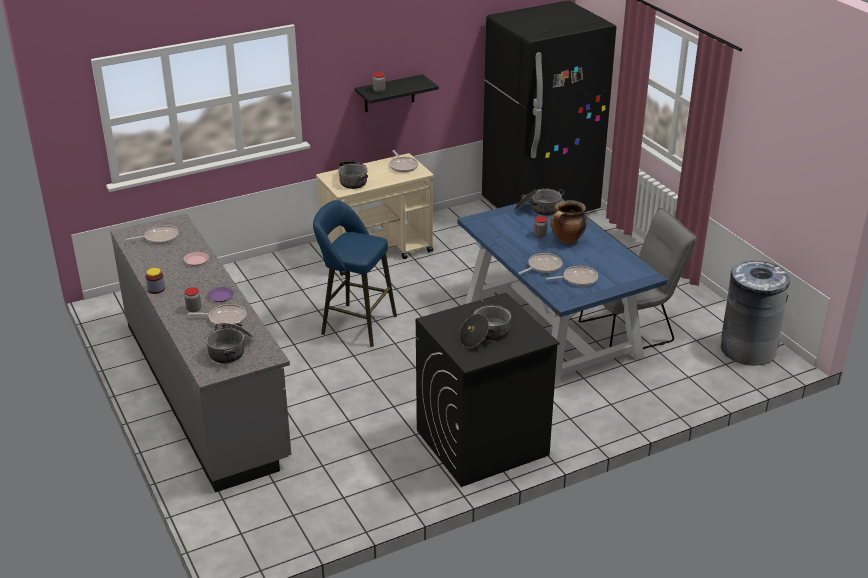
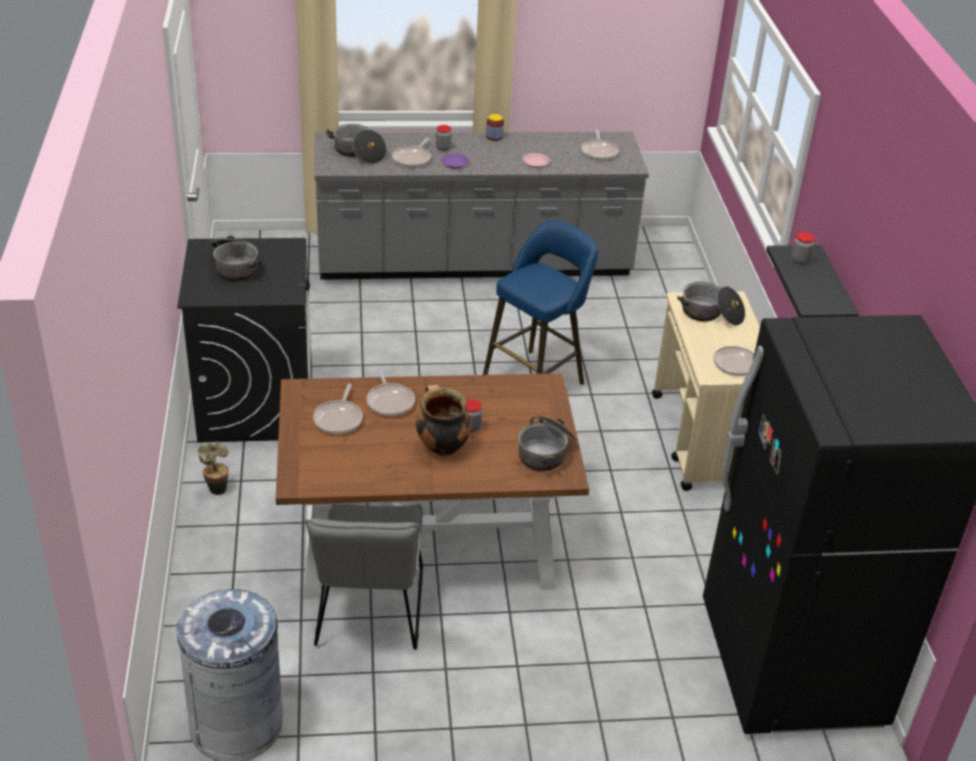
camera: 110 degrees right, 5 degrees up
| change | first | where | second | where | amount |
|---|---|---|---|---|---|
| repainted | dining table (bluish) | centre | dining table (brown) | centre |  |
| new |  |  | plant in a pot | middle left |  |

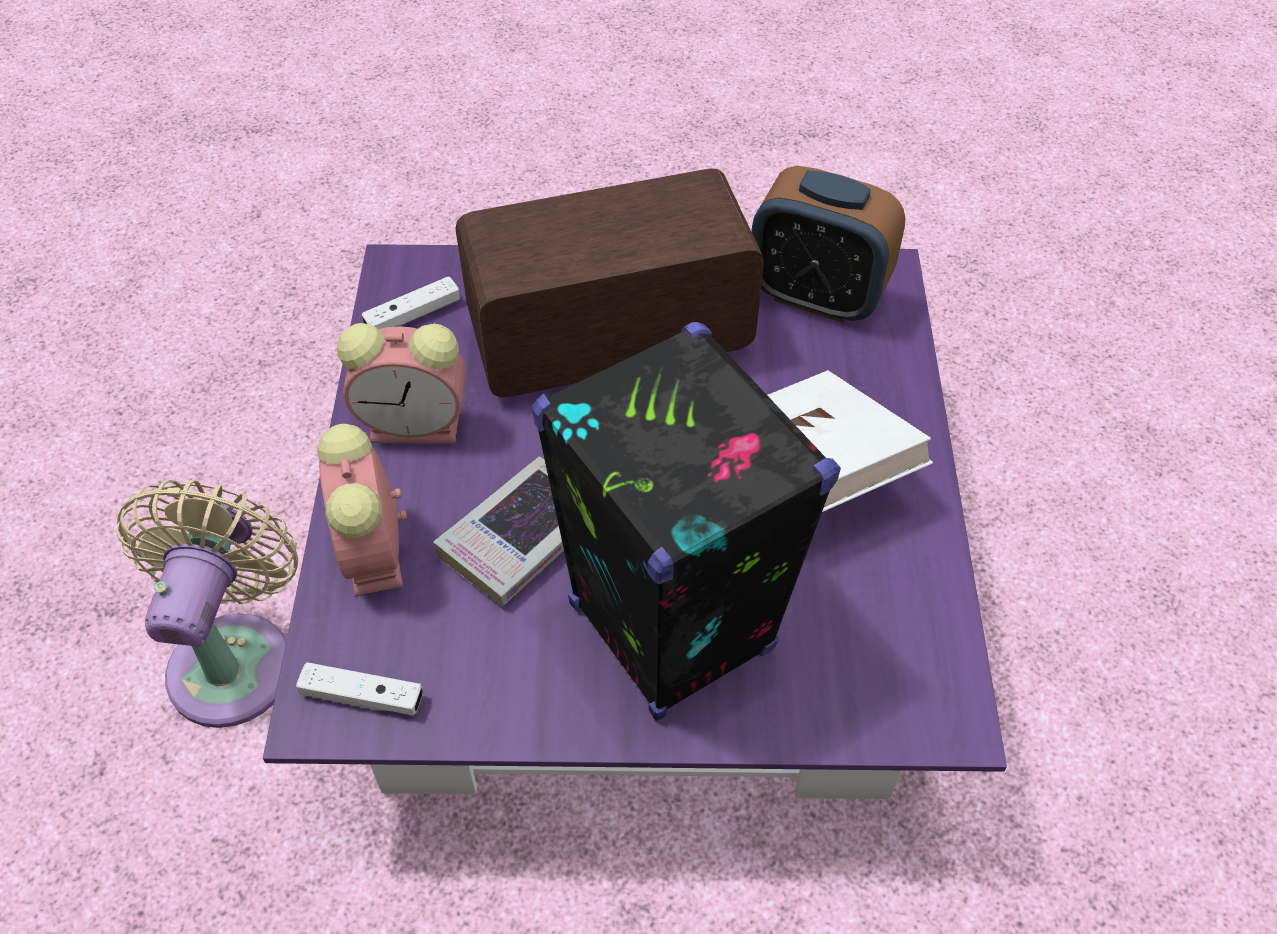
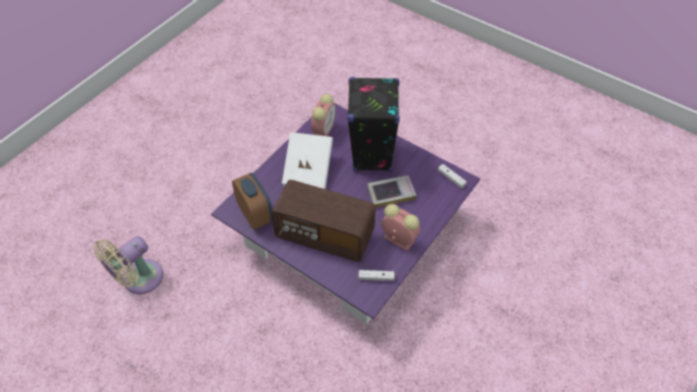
camera: 145 degrees left, 0 degrees up
| change | first | where | second | where | amount |
|---|---|---|---|---|---|
| shifted | table clock (no. 1 from left in the first image) | middle left | table clock (no. 2 from left) | top centre |  |
| shifted | electric fan (beige) | middle left |  | bottom left |  |

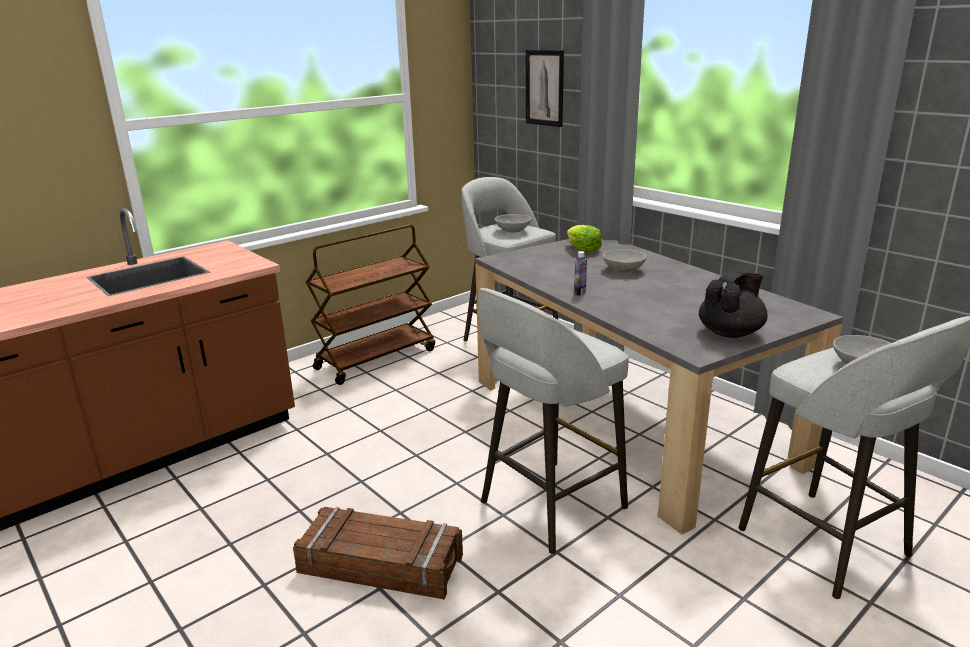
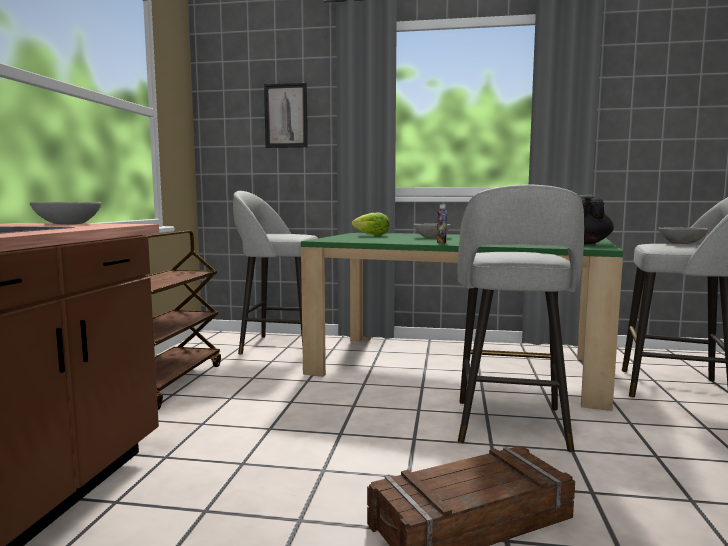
camera: 40 degrees left, 15 degrees down
| change | first | where | second | where | amount |
|---|---|---|---|---|---|
| shifted | bowl (greyish) (no. 1 from left) | centre |  | middle left |  |
| repainted | dining table (greyish) | middle right | dining table (greenish) | centre |  |

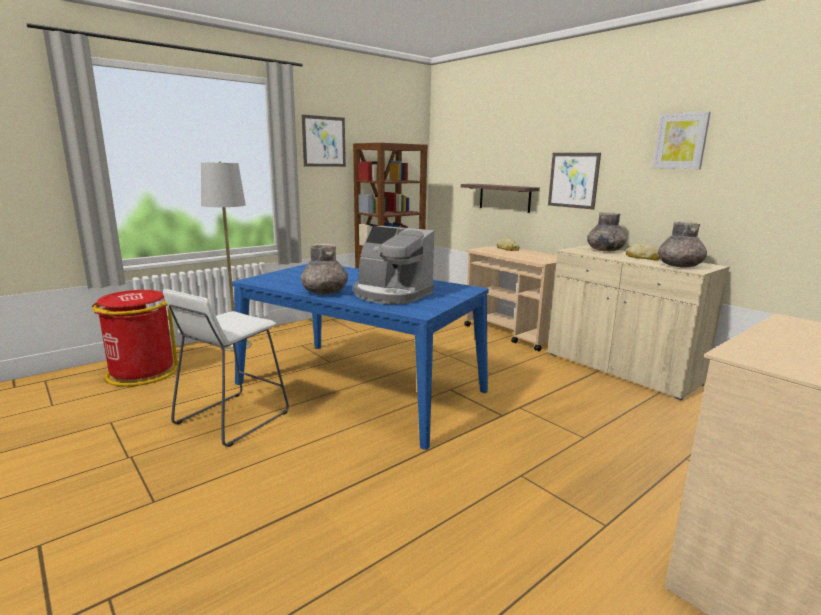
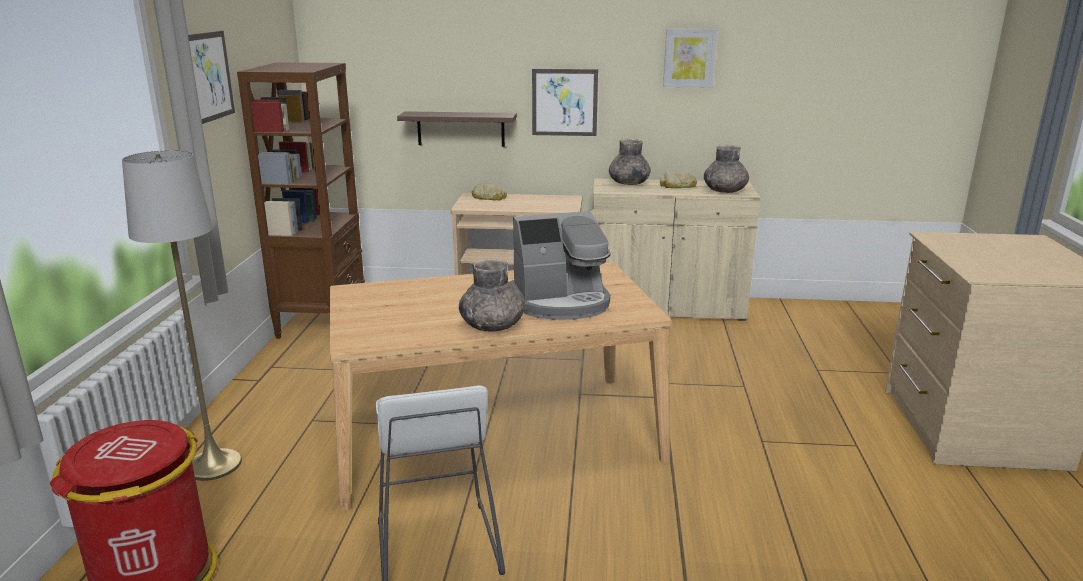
camera: 45 degrees left, 5 degrees up
| change | first | where | second | where | amount |
|---|---|---|---|---|---|
| repainted | dining table (bluish) | centre | dining table (beige) | centre |  |

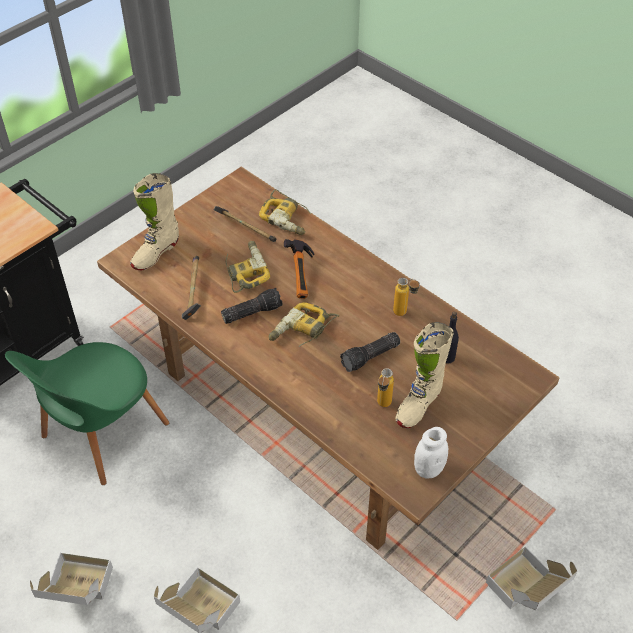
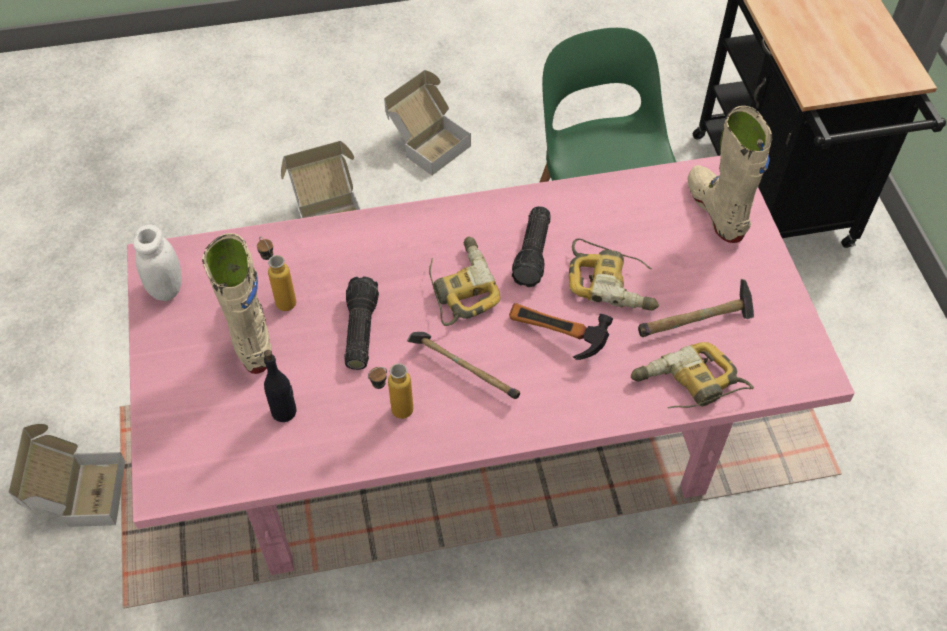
camera: 125 degrees right, 5 degrees up
| change | first | where | second | where | amount |
|---|---|---|---|---|---|
| repainted | dining table (brown) | centre | dining table (pink) | centre |  |
| shifted | hand hammer (no. 1 from left) | middle left |  | centre |  |

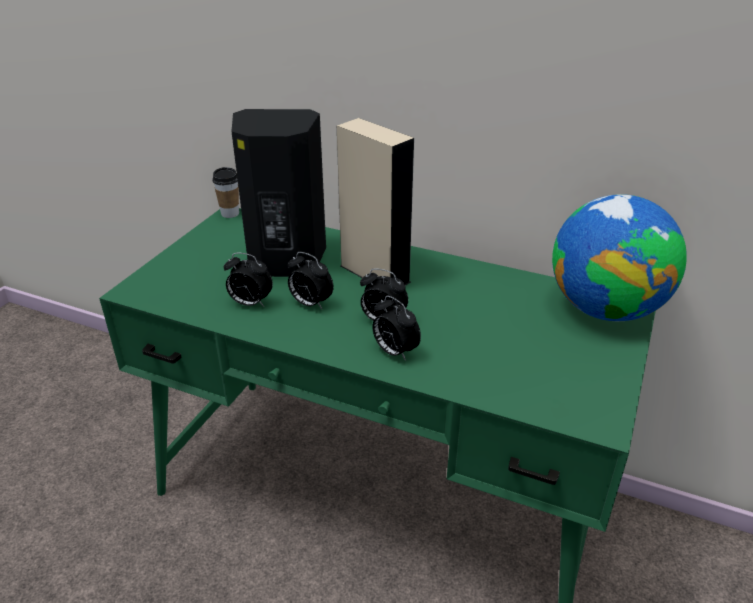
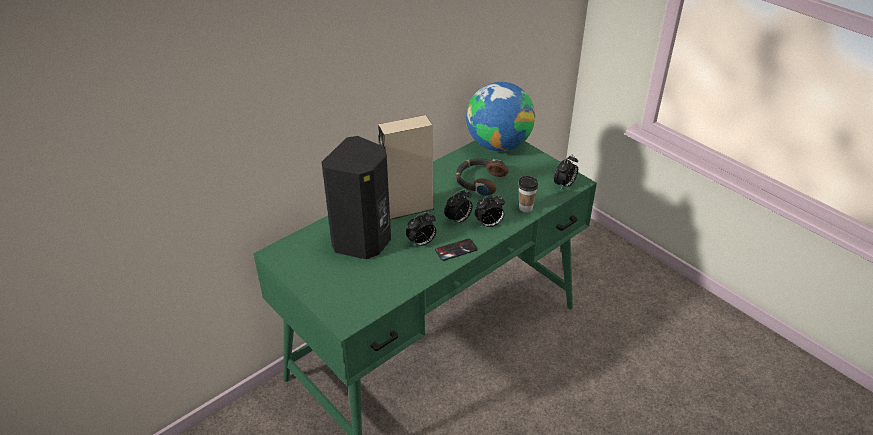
camera: 65 degrees left, 5 degrees up
| change | first | where | second | where | amount |
|---|---|---|---|---|---|
| shifted | cup | top left |  | centre |  |
| shifted | table clock (no. 1 from left in the first image) | middle left | table clock (no. 4 from left) | centre |  |
| new |  |  | headset | centre |  |
| new |  |  | phone | centre |  |

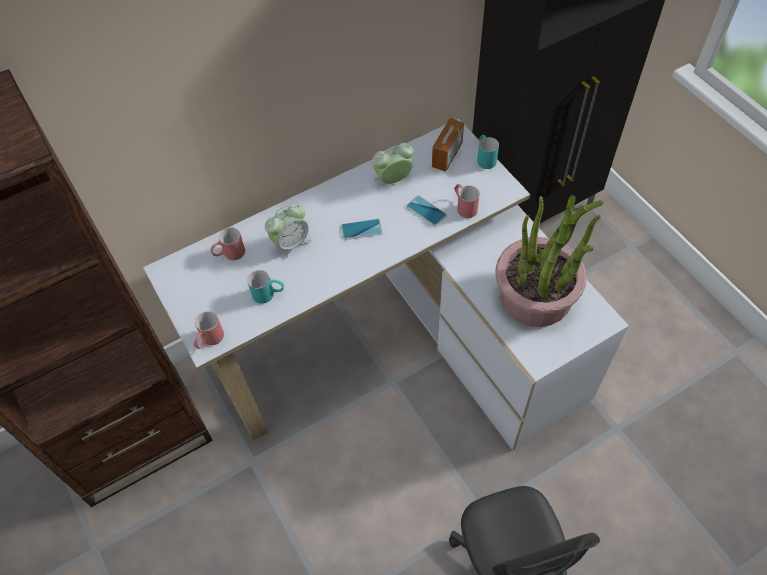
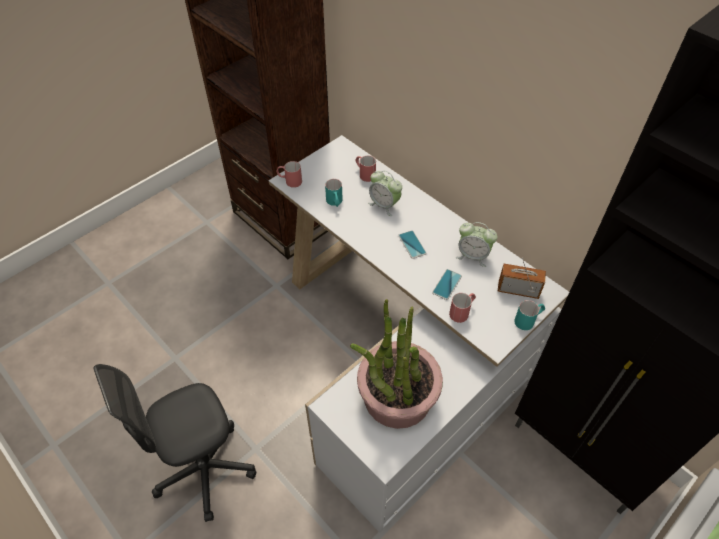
camera: 75 degrees right, 5 degrees down
| change | first | where | second | where | amount |
|---|---|---|---|---|---|
| rotated | table clock (no. 2 from left) | top centre |  | centre | 150 degrees clockwise |

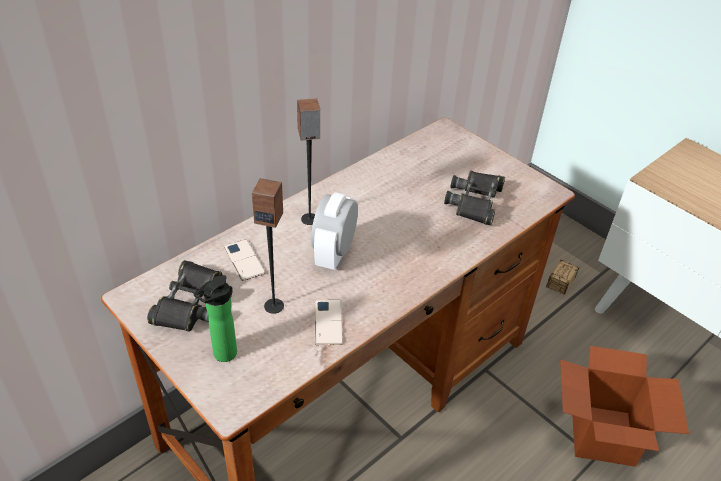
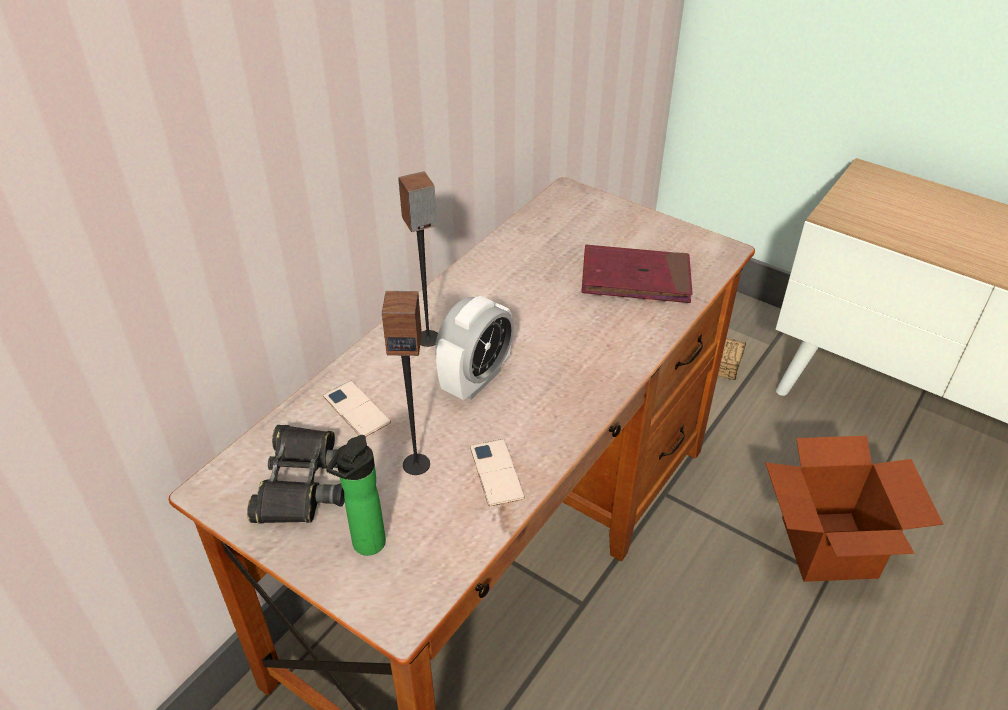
camera: 10 degrees left, 0 degrees up
| change | first | where | second | where | amount |
|---|---|---|---|---|---|
| swapped | pair of binoculars (black-coloured) (no. 2 from left) | centre | volume (red) | centre |  |
| rotated | table clock | centre |  | centre | 150 degrees counterclockwise |

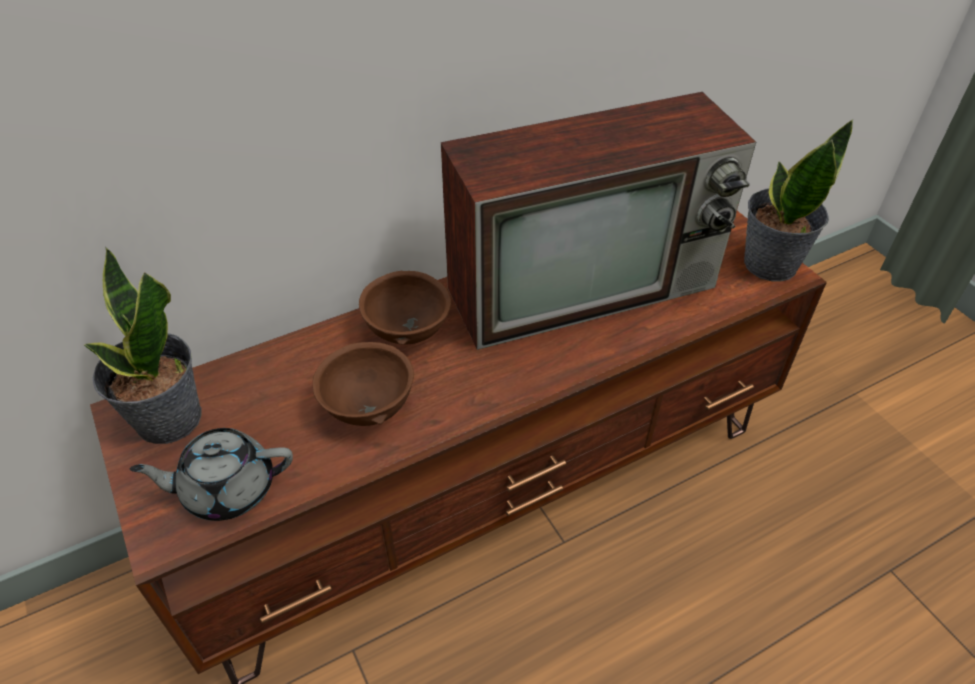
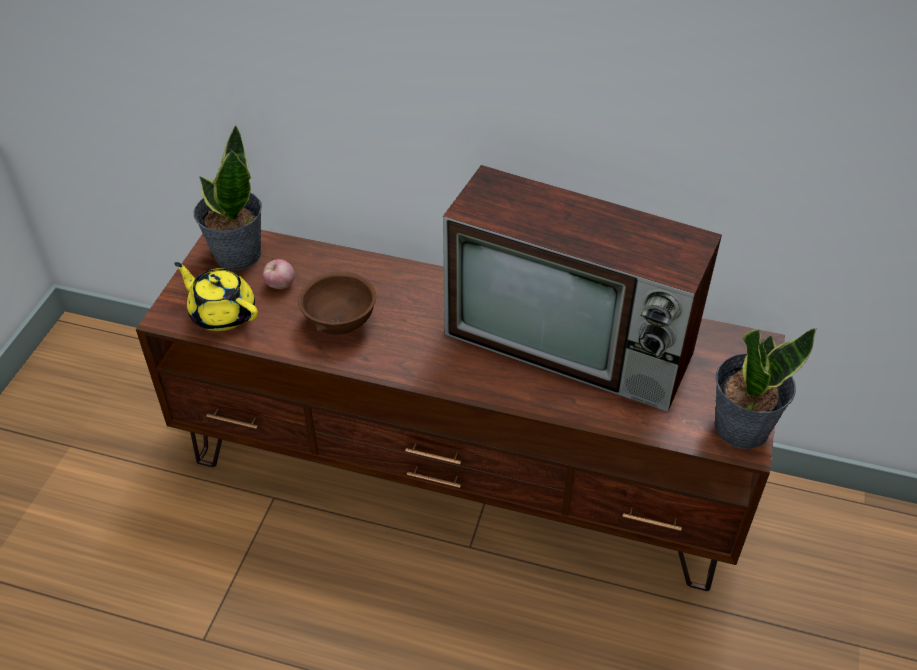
camera: 45 degrees right, 0 degrees up
| change | first | where | second | where | amount |
|---|---|---|---|---|---|
| gone | bowl (brown) (no. 2 from left) | centre |  |  |  |
| repainted | teapot (greyish) | bottom left | teapot (yellowish) | middle left |  |
| new |  |  | apple fruit | middle left |  |

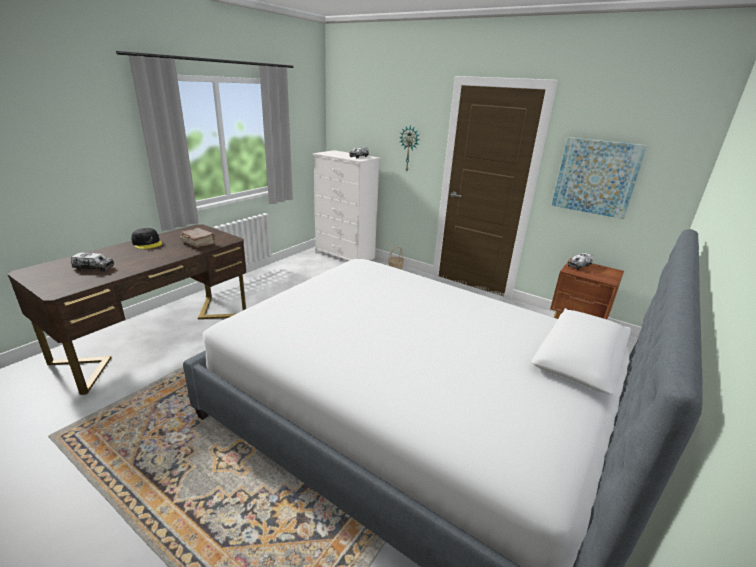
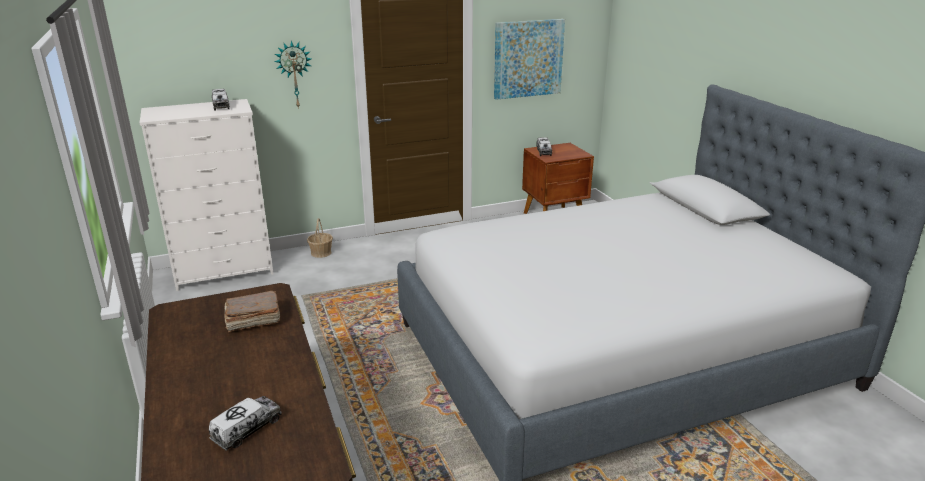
camera: 55 degrees left, 0 degrees up
| change | first | where | second | where | amount |
|---|---|---|---|---|---|
| gone | cap (black-coloured) | middle left |  |  |  |

